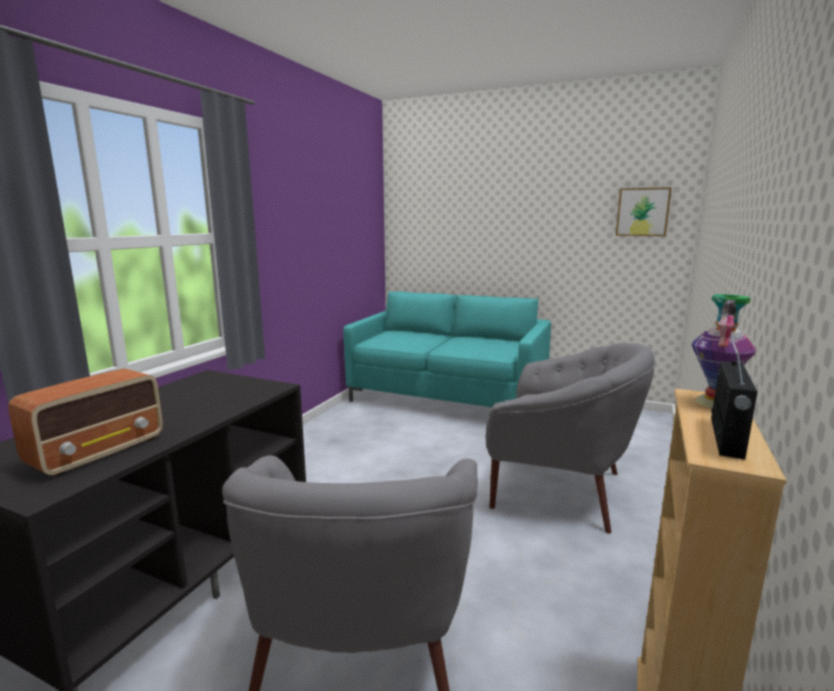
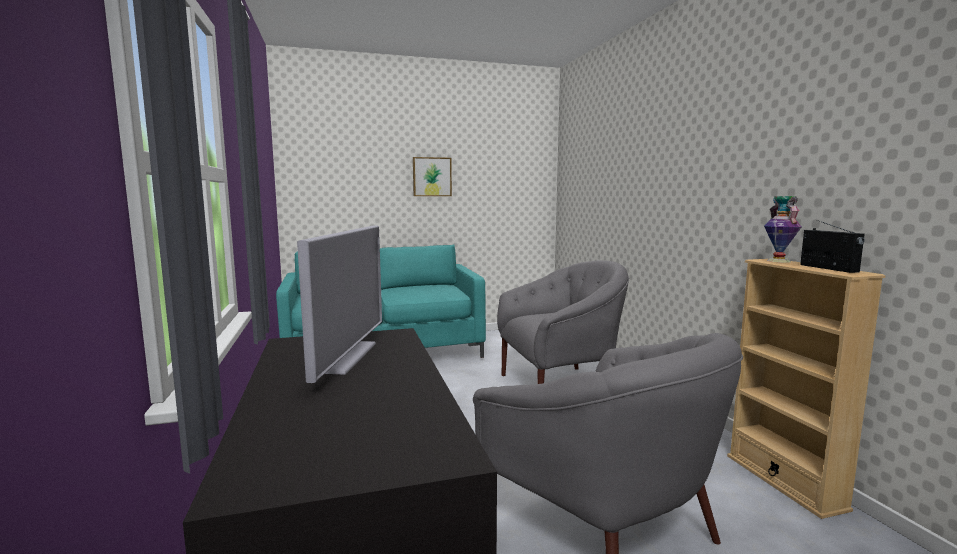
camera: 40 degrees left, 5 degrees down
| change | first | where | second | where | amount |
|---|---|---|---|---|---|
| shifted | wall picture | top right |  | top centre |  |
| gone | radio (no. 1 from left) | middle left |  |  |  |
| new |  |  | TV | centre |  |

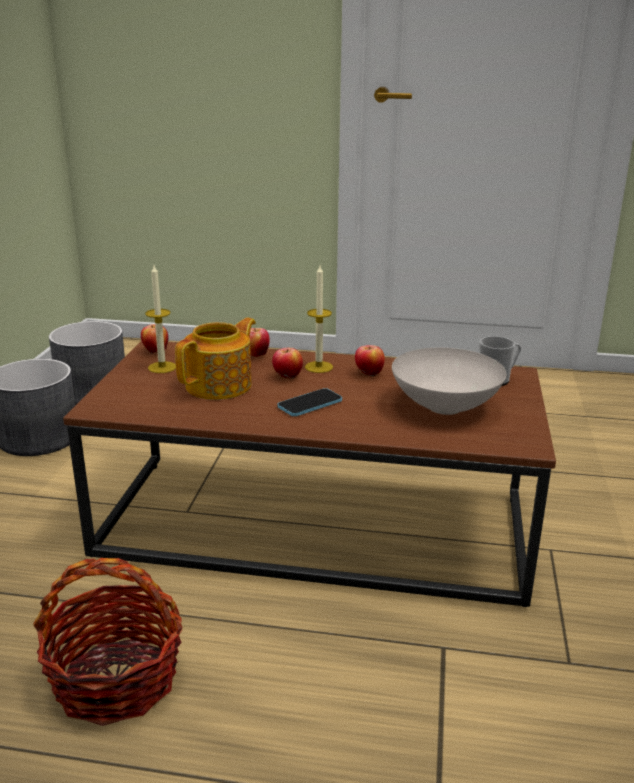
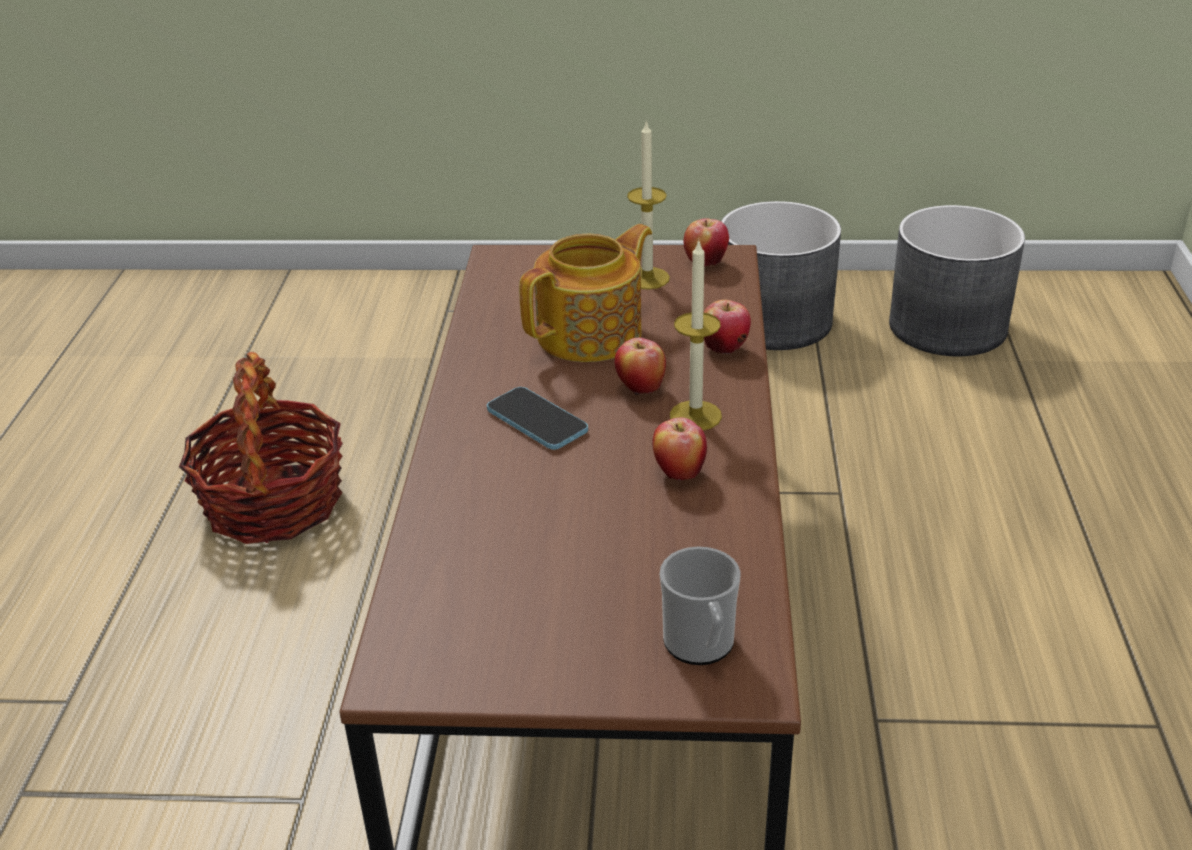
camera: 85 degrees right, 10 degrees up
| change | first | where | second | where | amount |
|---|---|---|---|---|---|
| rotated | teapot | centre |  | centre | 75 degrees counterclockwise |
| gone | bowl (whitish) | middle right |  |  |  |

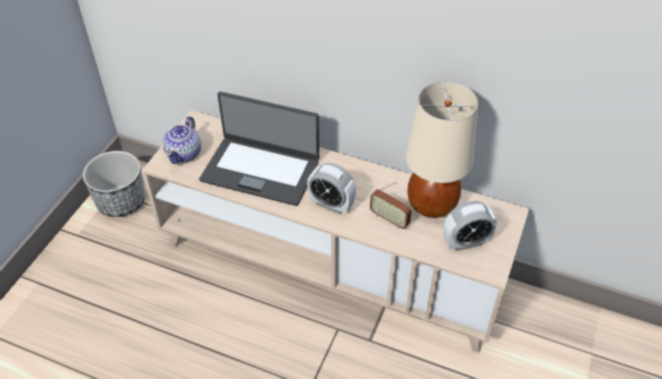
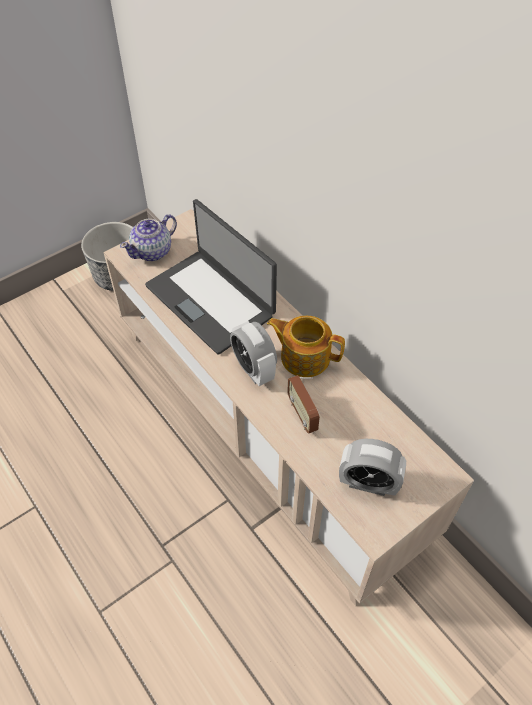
camera: 30 degrees right, 5 degrees up
| change | first | where | second | where | amount |
|---|---|---|---|---|---|
| gone | lamp for a table (beige) | middle right |  |  |  |
| new |  |  | teapot (no. 2 from left) | centre |  |

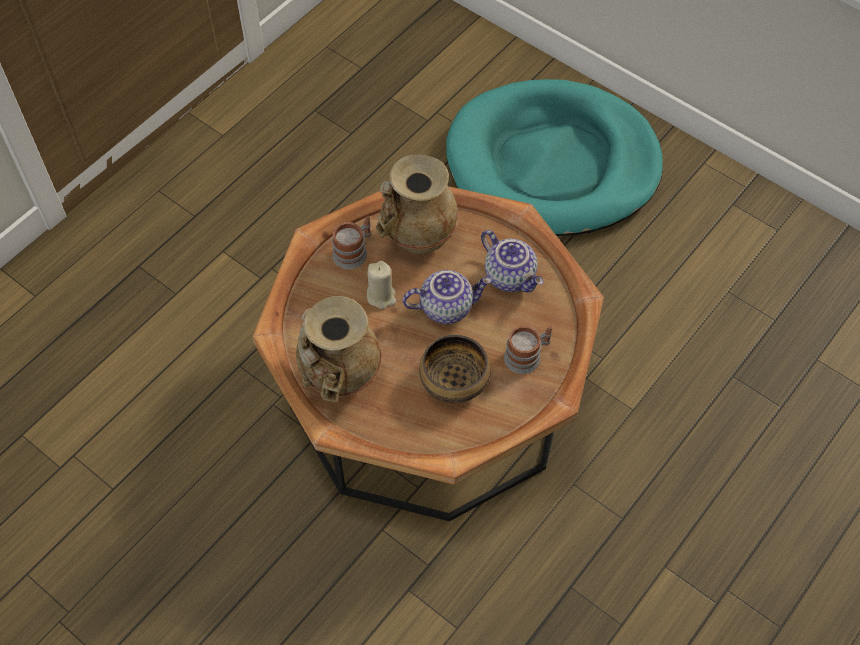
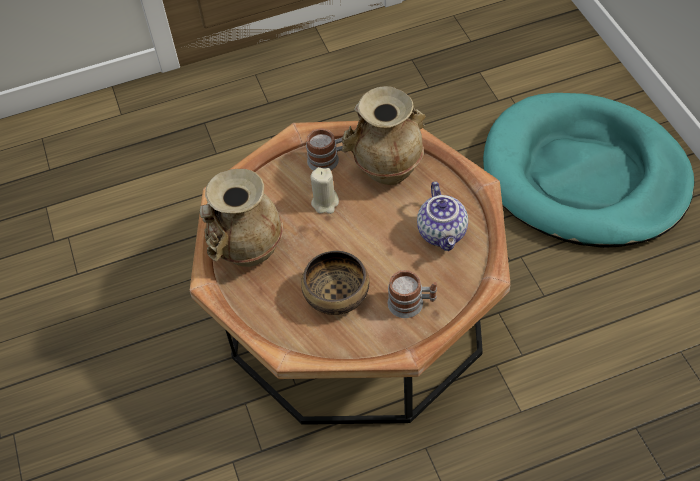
camera: 35 degrees right, 5 degrees down
| change | first | where | second | where | amount |
|---|---|---|---|---|---|
| gone | teapot (no. 1 from left) | centre |  |  |  |

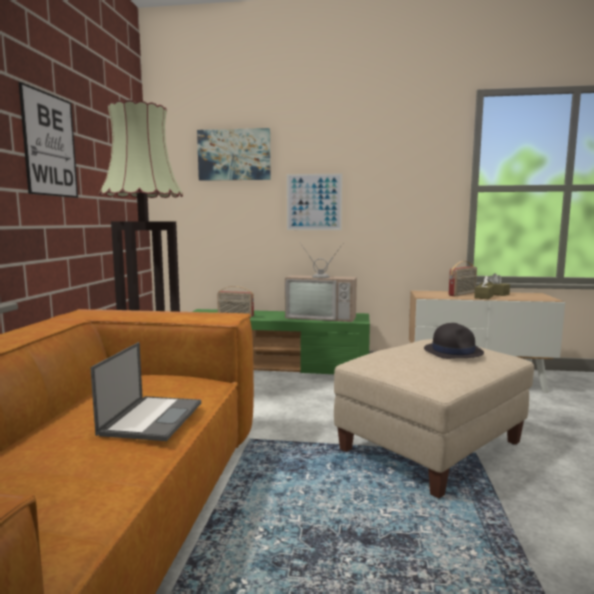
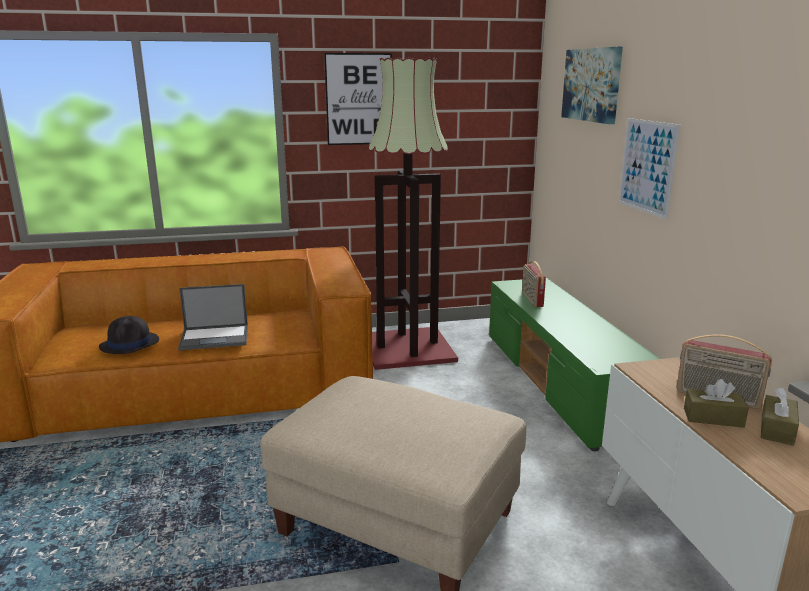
camera: 70 degrees right, 10 degrees up
| change | first | where | second | where | amount |
|---|---|---|---|---|---|
| gone | TV | centre |  |  |  |
| shifted | clothing hat (black-coloured) | middle right |  | middle left |  |

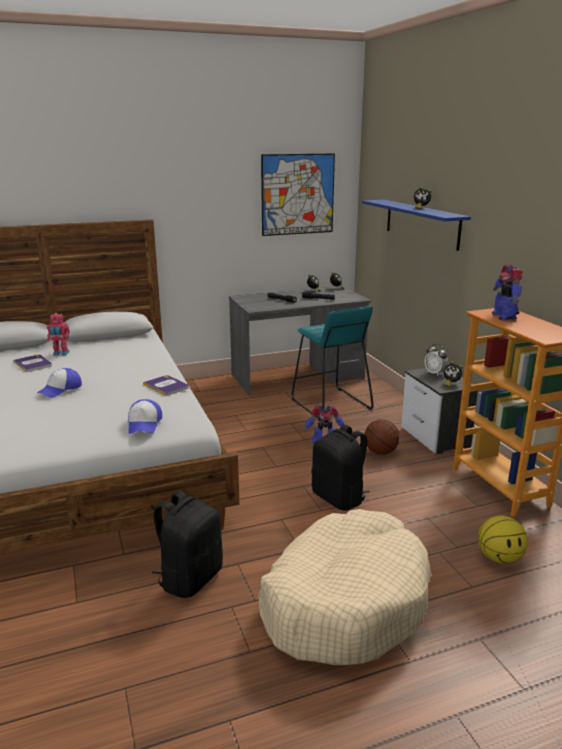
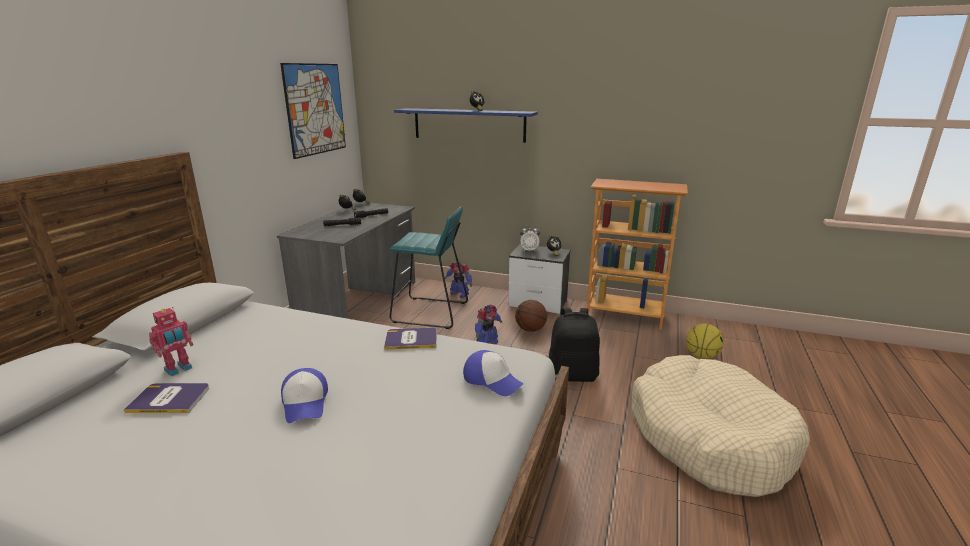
camera: 50 degrees left, 0 degrees up
| change | first | where | second | where | amount |
|---|---|---|---|---|---|
| shifted | toy robot (no. 3 from left in the first image) | middle right | toy robot (no. 2 from left) | centre |  |
| gone | backpack (black-coloured) (no. 1 from left) | bottom left |  |  |  |

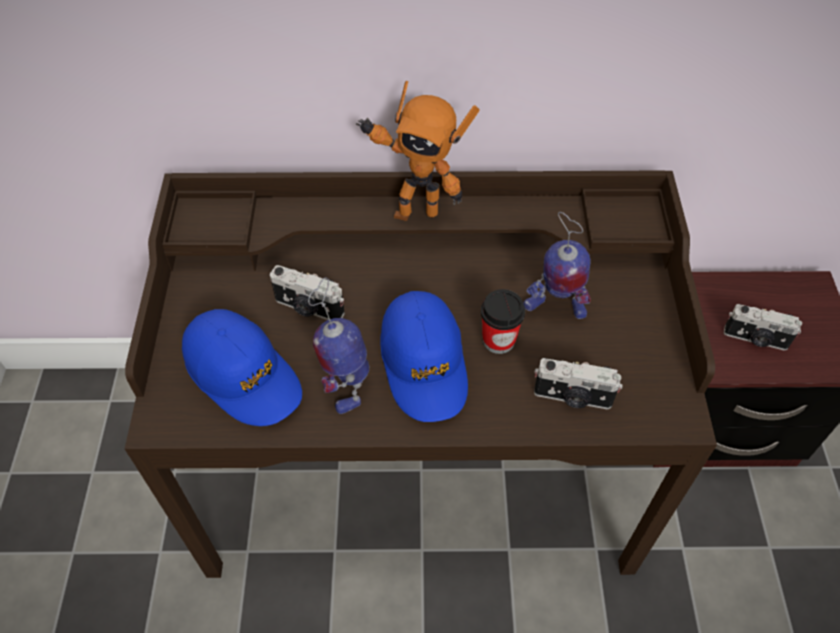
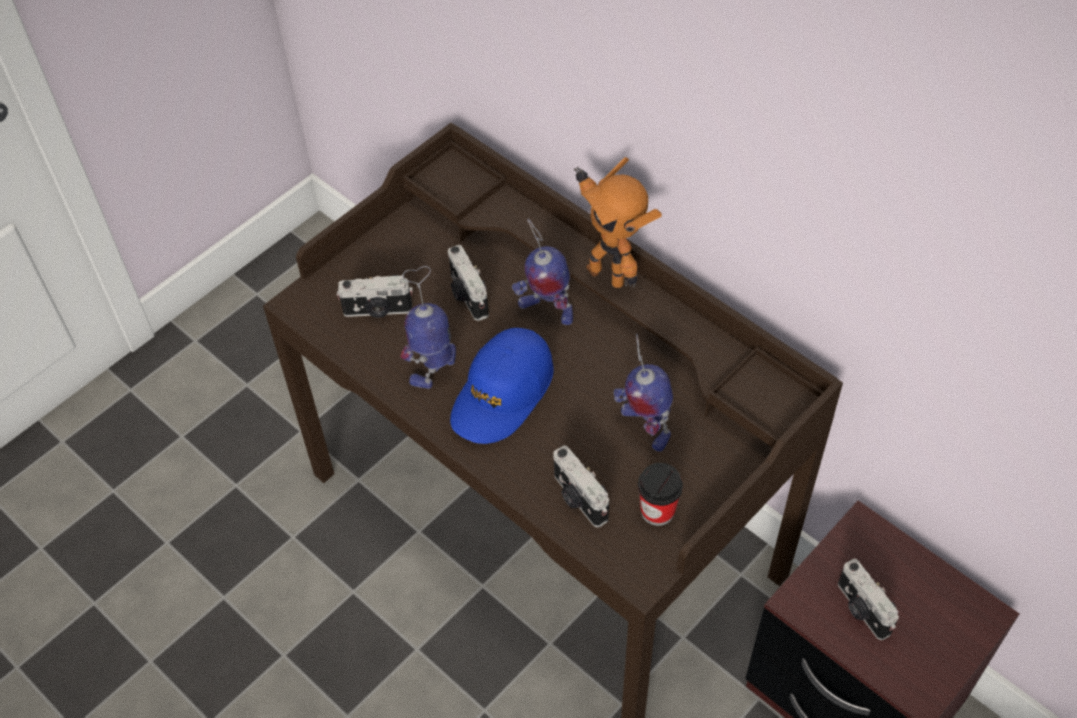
camera: 45 degrees right, 0 degrees up
| change | first | where | second | where | amount |
|---|---|---|---|---|---|
| shifted | cup | centre |  | bottom centre |  |
| swapped | cap (bluish) (no. 1 from left) | middle left | still camera (no. 1 from left) | centre |  |
| new |  |  | toy robot (no. 2 from left) | centre |  |

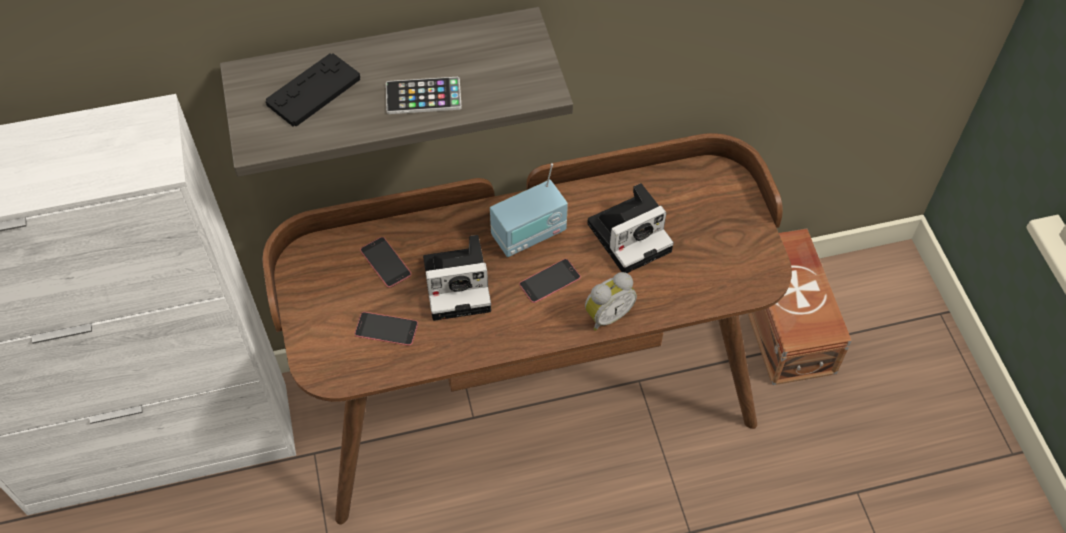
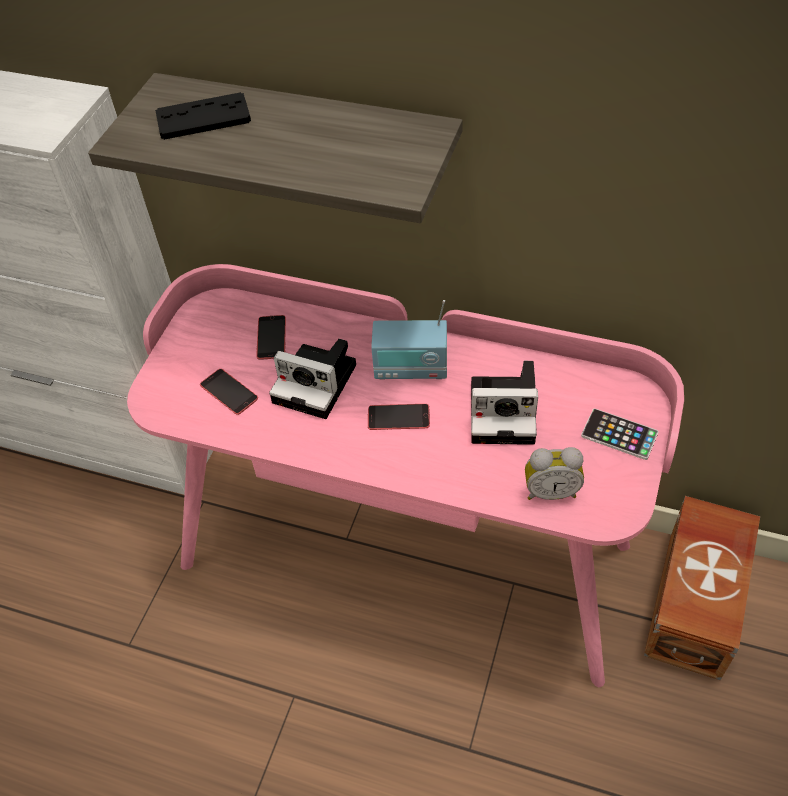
camera: 35 degrees right, 5 degrees down
| change | first | where | second | where | amount |
|---|---|---|---|---|---|
| shifted | phone (no. 3 from left in the first image) | top centre | phone (no. 4 from left) | middle right |  |
| repainted | desk unit (brown) | centre | desk unit (pink) | centre |  |
| shifted | table clock | centre |  | middle right |  |

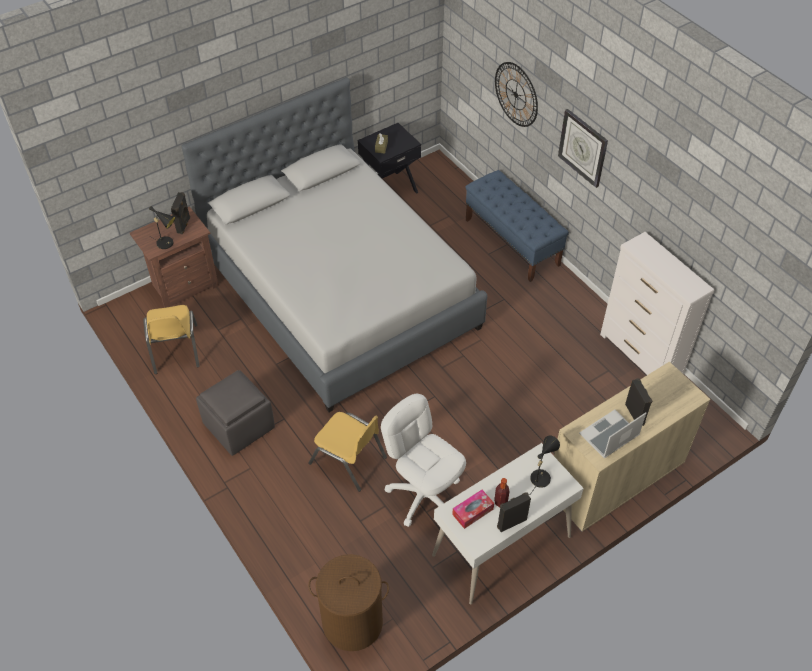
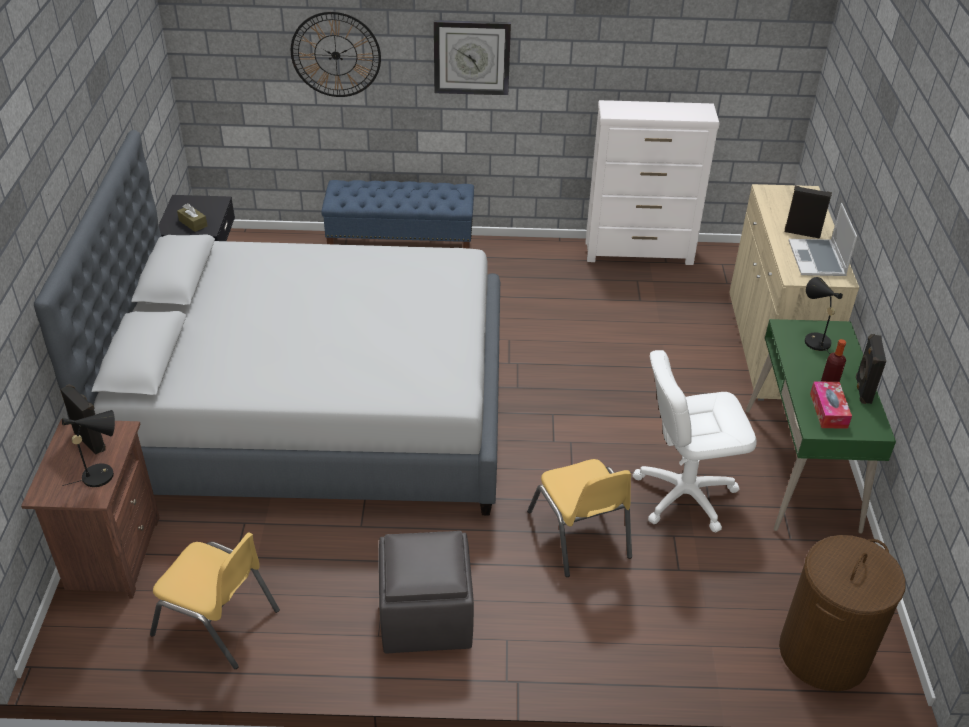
camera: 55 degrees left, 10 degrees down
| change | first | where | second | where | amount |
|---|---|---|---|---|---|
| rotated | plain chair (yellowish) (no. 2 from left) | bottom centre |  | bottom centre | 90 degrees clockwise |
| repainted | desk unit (whitish) | bottom centre | desk unit (greenish) | middle right |  |

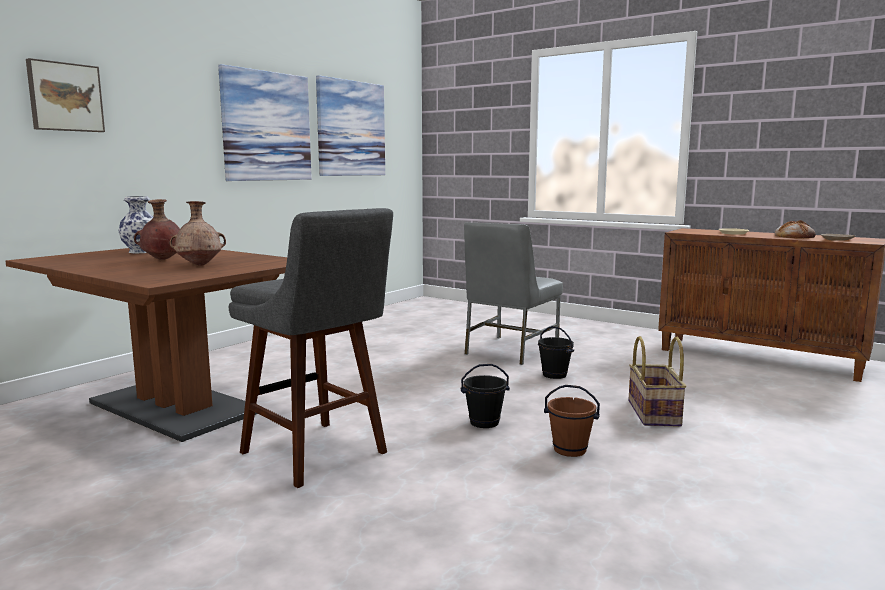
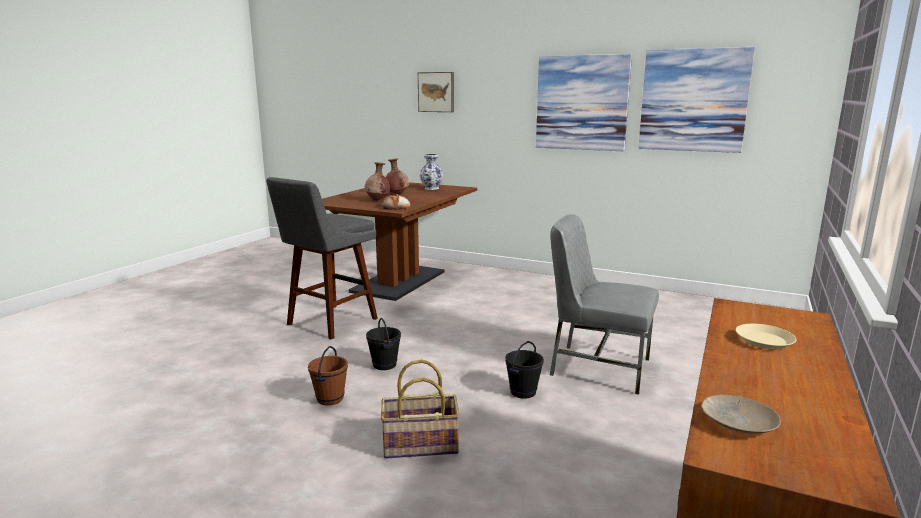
camera: 80 degrees right, 5 degrees up
| change | first | where | second | where | amount |
|---|---|---|---|---|---|
| shifted | baked bread | middle right |  | centre |  |

